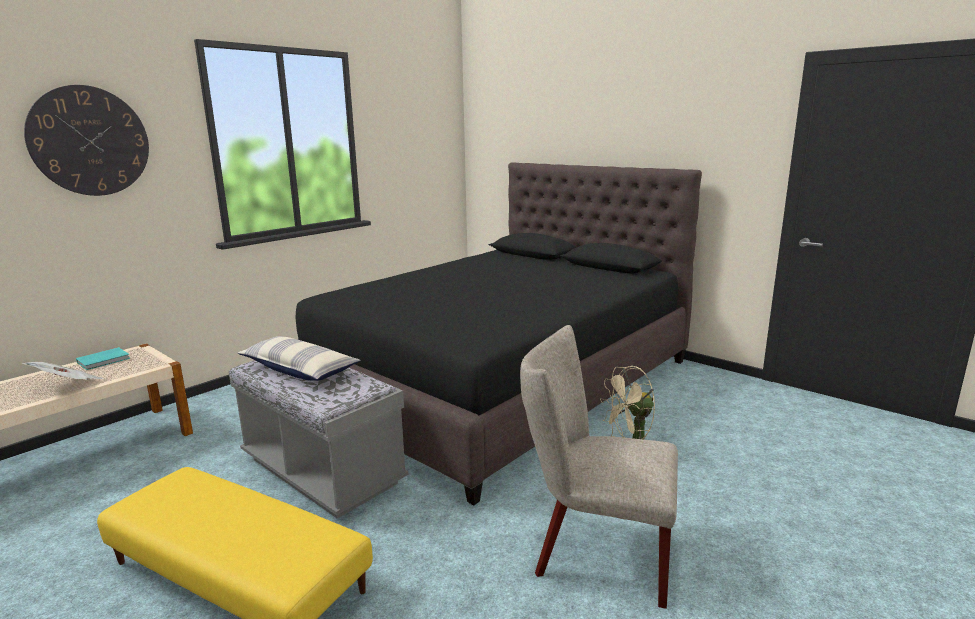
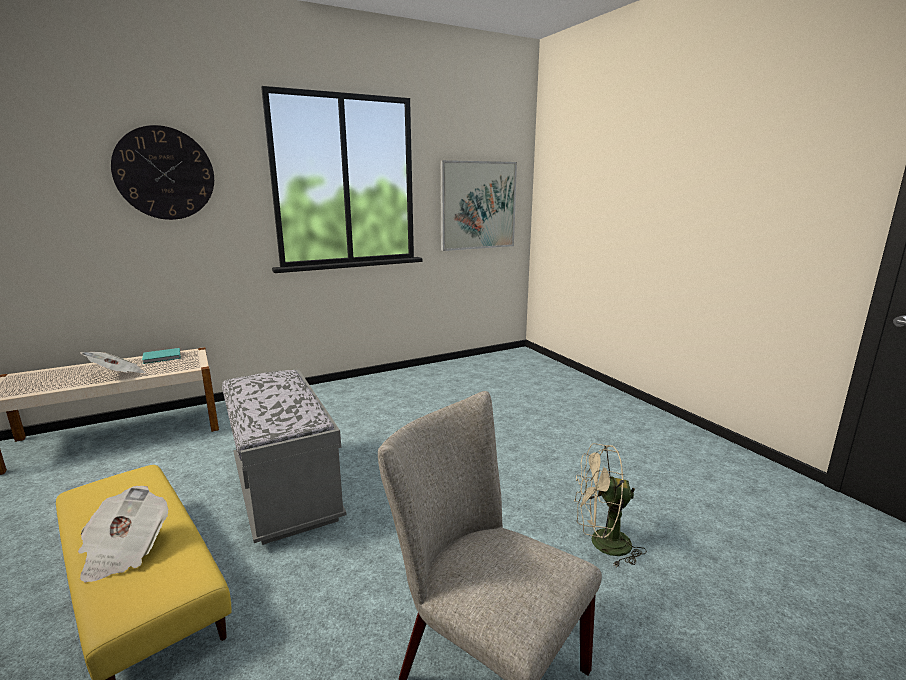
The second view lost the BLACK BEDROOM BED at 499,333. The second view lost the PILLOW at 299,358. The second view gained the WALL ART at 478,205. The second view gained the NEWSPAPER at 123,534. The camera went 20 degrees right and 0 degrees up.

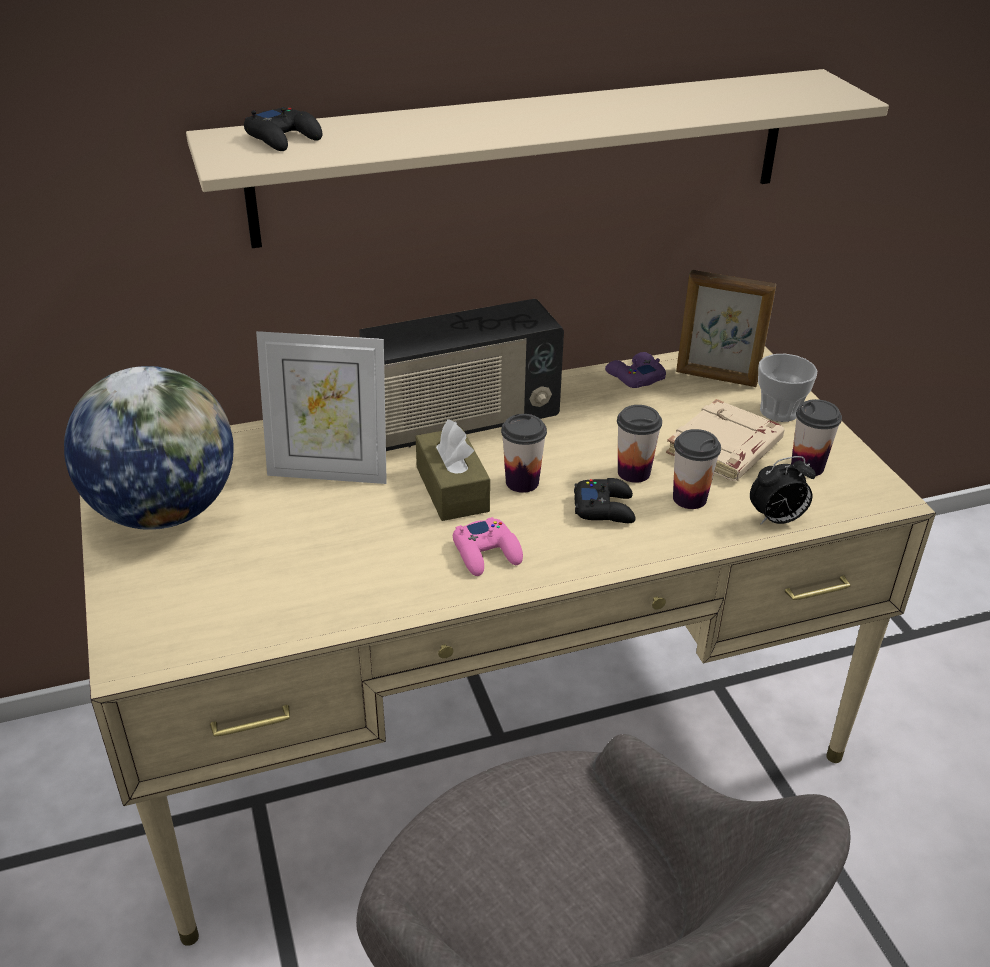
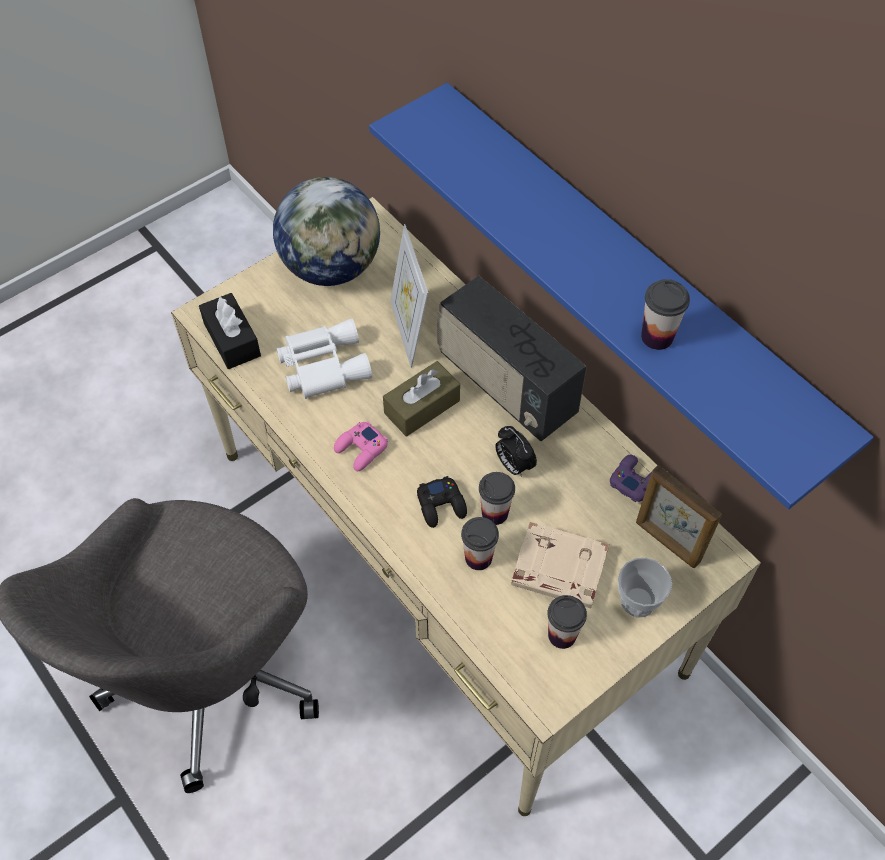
What was the BEIGE-COLOURED SHELF at 537,158 turned into the BLUE-COLOURED SHELF at 621,296. The second view lost the BLACK GAME CONTROLLER at 283,129. The PHOTO FRAME at 726,328 ended up facing another way, 45 degrees counterclockwise from before. The SMALL CUP ended up elsewhere, having gone from 524,453 to 665,314. The ALARM CLOCK ended up elsewhere, having gone from 783,490 to 516,451. The second view gained the BLACK TISSUE HOLDER at 230,331. The second view gained the WHITE PAIR OF BINOCULARS at 324,358. The camera went 70 degrees right and 20 degrees up.

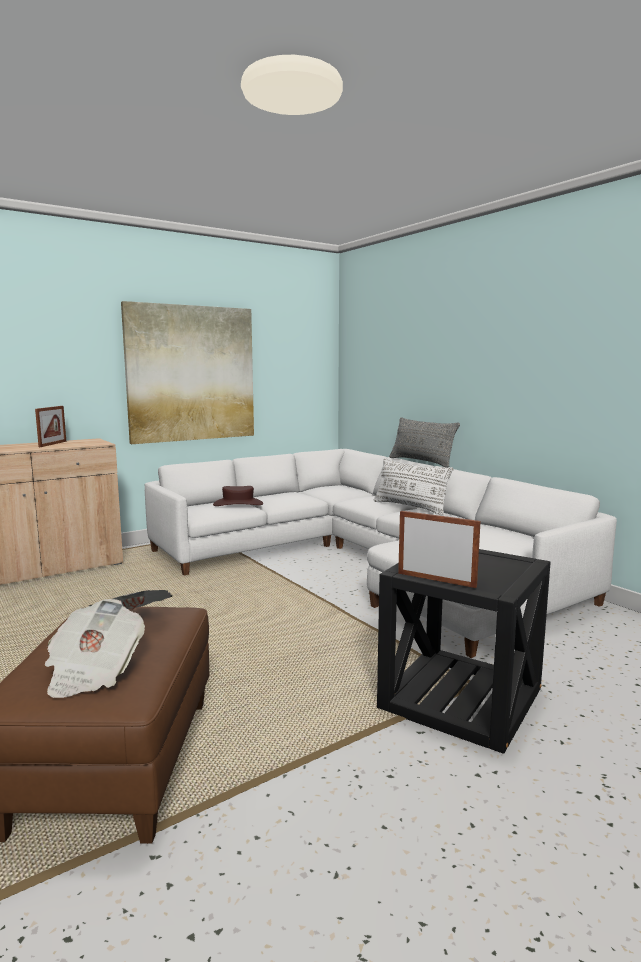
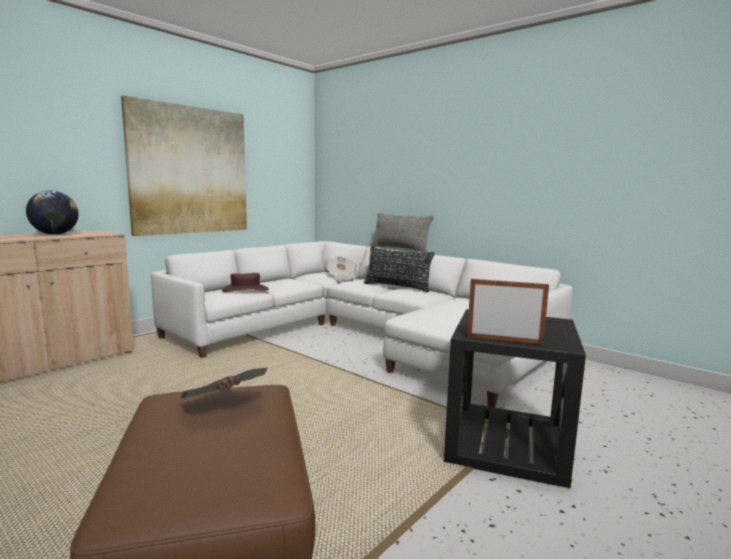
Where the PHOTO FRAME stood at 50,426, the DESK GLOBE came to stand at 52,212. What was the WHITE PILLOW at 413,486 turned into the BLACK PILLOW at 399,269. The NEWSPAPER ended up elsewhere, having gone from 94,648 to 341,269. The camera went 15 degrees left and 0 degrees up.

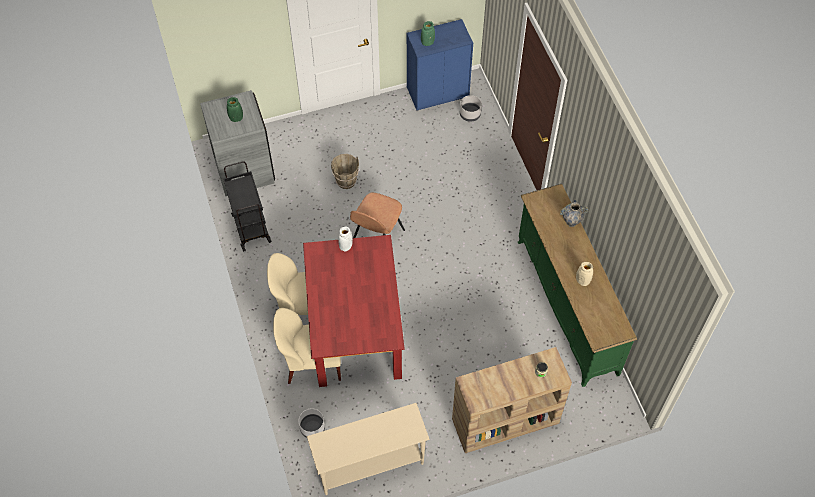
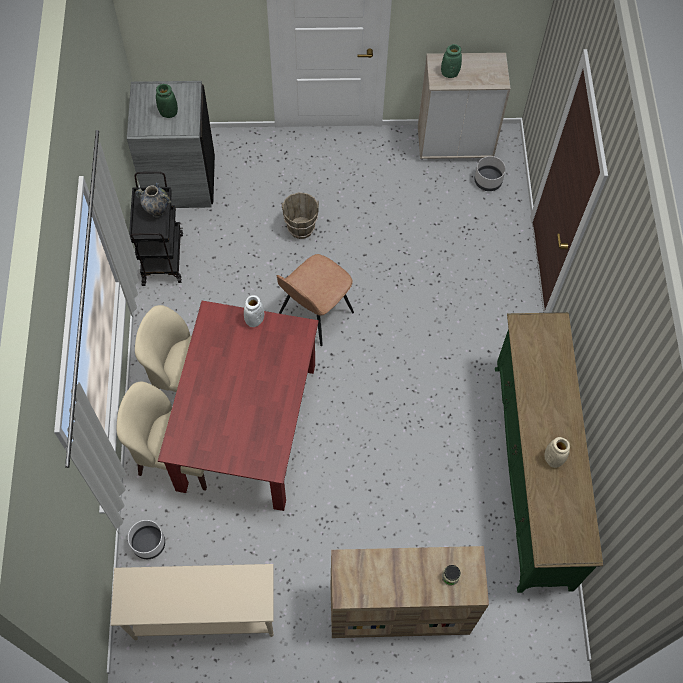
What was the BLUE-COLOURED CUPBOARD at 440,64 turned into the BEIGE-COLOURED CUPBOARD at 464,106. The FLOWER VASE ended up elsewhere, having gone from 574,213 to 153,200. The camera went 15 degrees right and 5 degrees up.

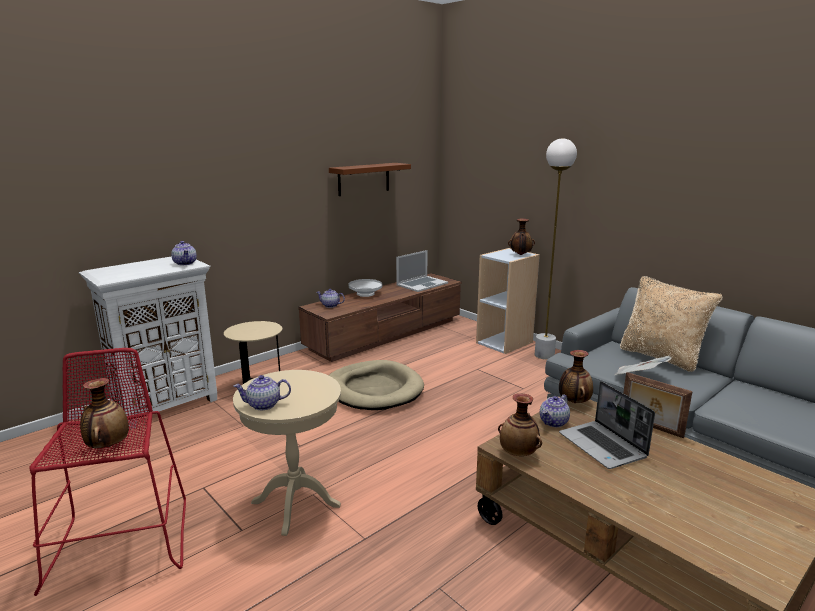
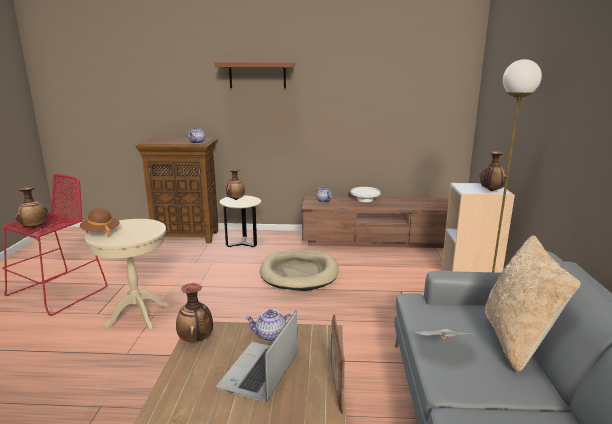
The BROWN-COLOURED SHELF ended up elsewhere, having gone from 370,179 to 255,75. The second view lost the PORTABLE COMPUTER at 422,271. What was the WHITE CUPBOARD at 148,342 turned into the BROWN-COLOURED CUPBOARD at 176,190. The FLOWER VASE ended up elsewhere, having gone from 576,376 to 235,184. Where the TEA POT stood at 262,392, the BROWN-COLOURED WEARABLE HAT came to stand at 100,222. The camera went 45 degrees right and 0 degrees up.

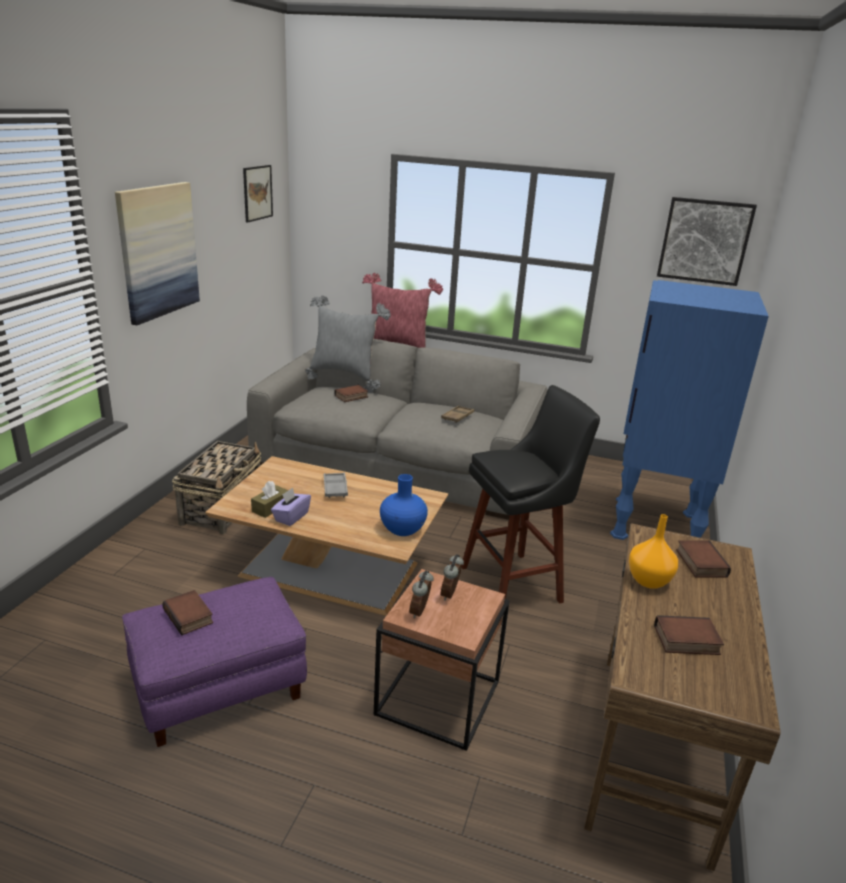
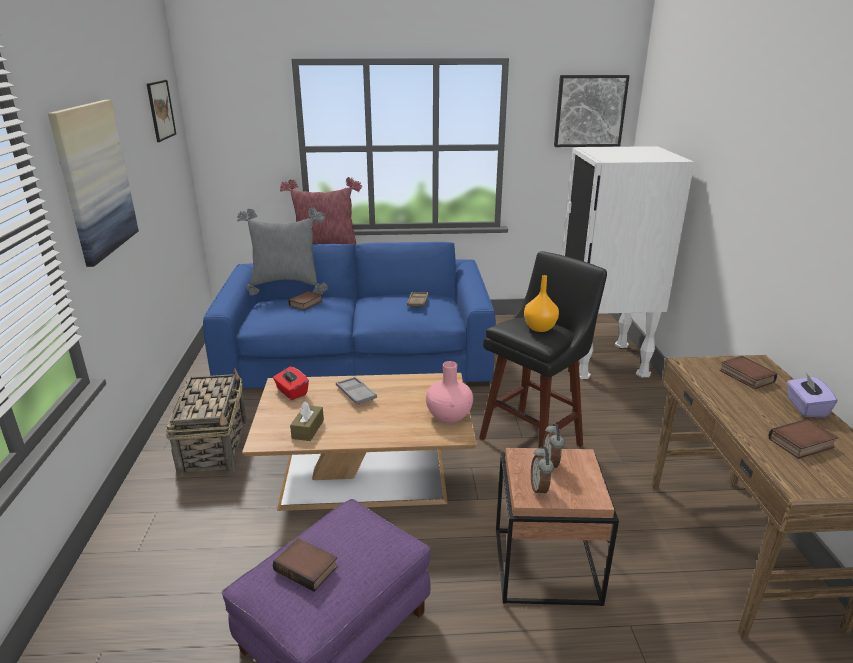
What was the BLUE-COLOURED CUPBOARD at 689,410 turned into the WHITE CUPBOARD at 628,262. What was the GRAY SETTEE at 397,429 turned into the BLUE-COLOURED SETTEE at 349,315. What was the BLUE-COLOURED FLOWER VASE at 404,505 turned into the PINK FLOWER VASE at 449,392. The PURPLE TISSUE HOLDER ended up elsewhere, having gone from 291,507 to 812,395. The ORANGEY FLOWER VASE ended up elsewhere, having gone from 653,551 to 541,303. The second view gained the REDDISH TISSUE HOLDER at 291,383. The camera went 20 degrees left and 0 degrees up.

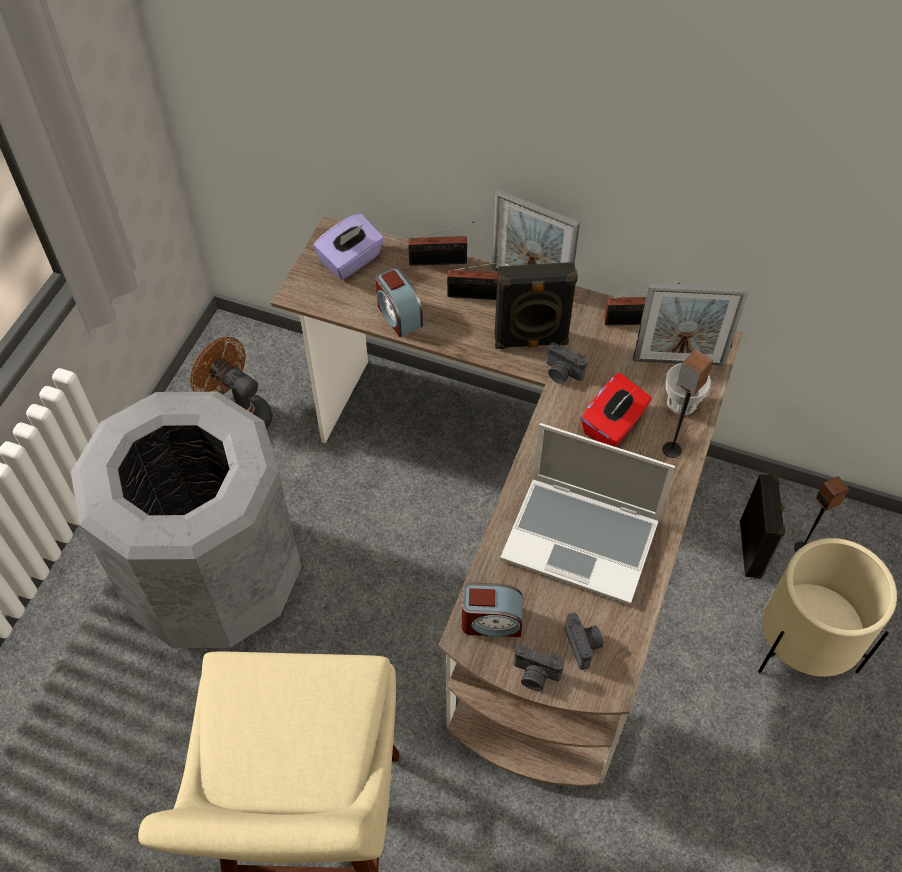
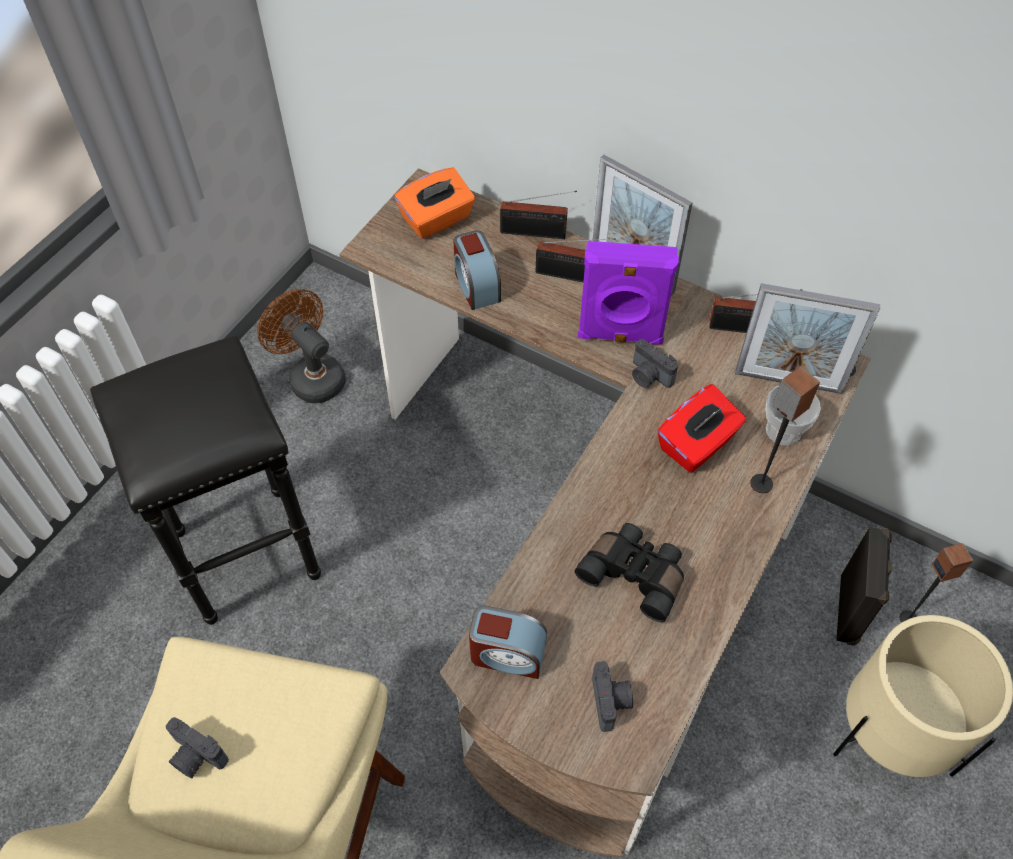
What was the PURPLE TISSUE HOLDER at 348,246 turned into the ORANGEY TISSUE HOLDER at 434,203. What was the BLACK AUDIO SPEAKER at 536,305 turned into the PURPLE AUDIO SPEAKER at 628,293. Where the GRAY RUBBISH BIN stood at 186,520, the BLACK STOOL SEAT came to stand at 205,480. Where the PORTABLE COMPUTER stood at 587,514, the BLACK PAIR OF BINOCULARS came to stand at 629,572. The PHOTO CAMERA ended up elsewhere, having gone from 539,668 to 197,748. The camera went 10 degrees right and 0 degrees up.

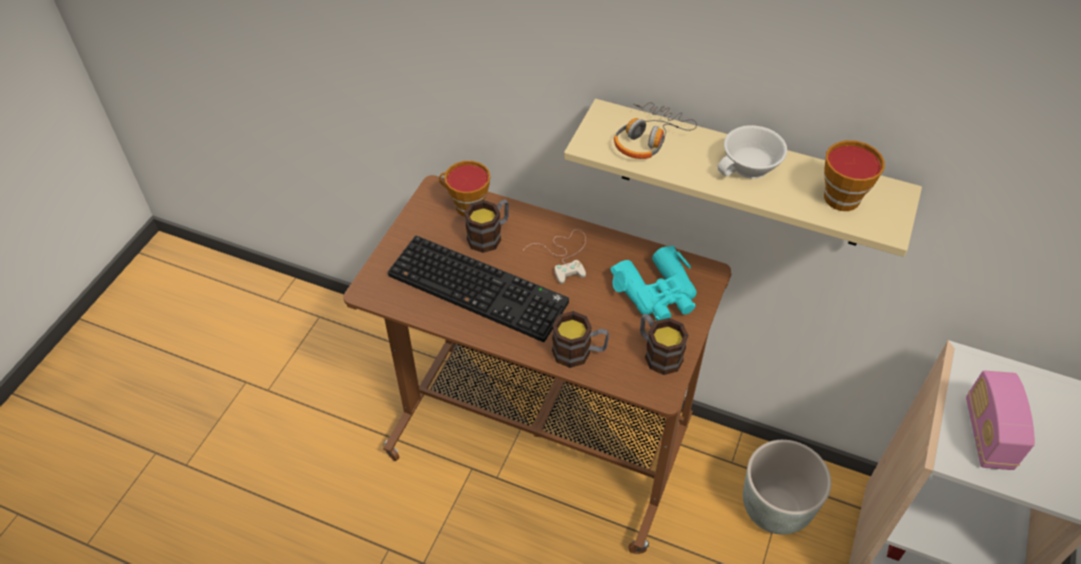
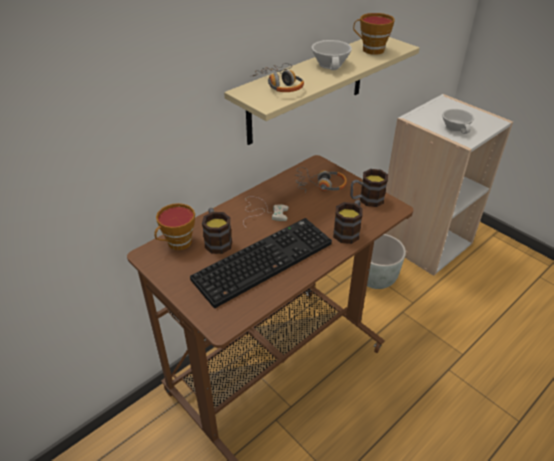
Where the TURQUOISE PAIR OF BINOCULARS stood at 653,283, the PAIR OF HEADPHONES came to stand at 321,180. Where the RADIO SET stood at 1000,420, the WHITE SMALL CUP came to stand at 458,121. The camera went 65 degrees left and 10 degrees down.

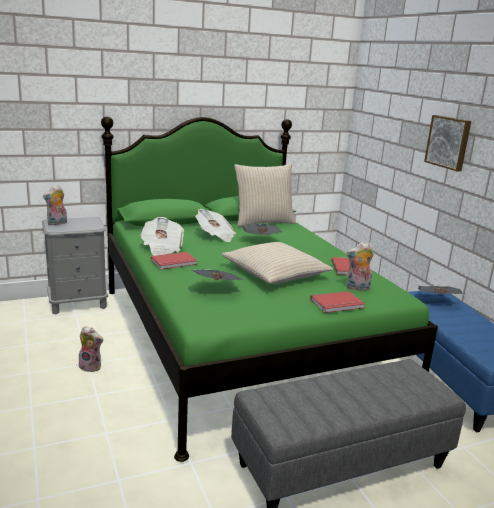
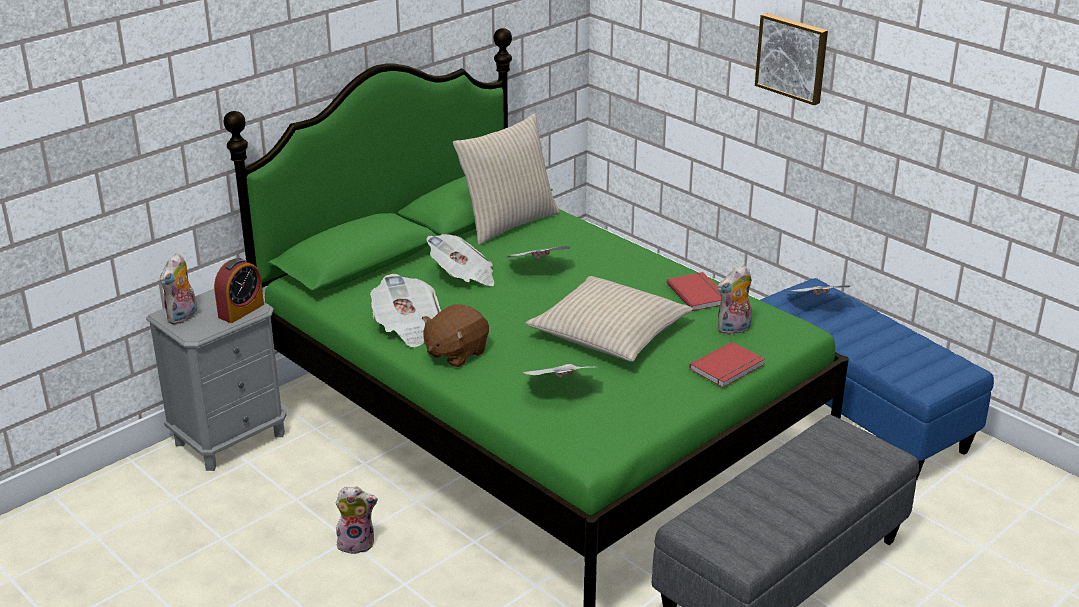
Where the REDDISH VOLUME stood at 174,261, the BROWN-COLOURED SOFT TOY came to stand at 455,336. The second view gained the ALARM CLOCK at 239,290. The camera went 20 degrees left and 10 degrees up.

